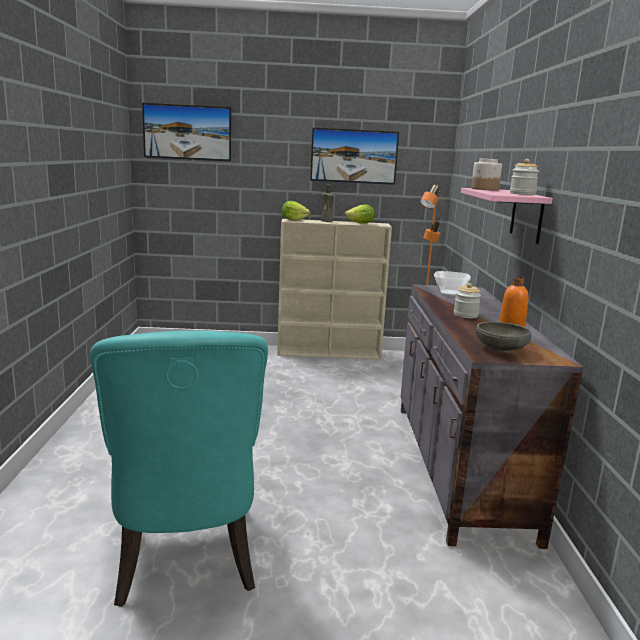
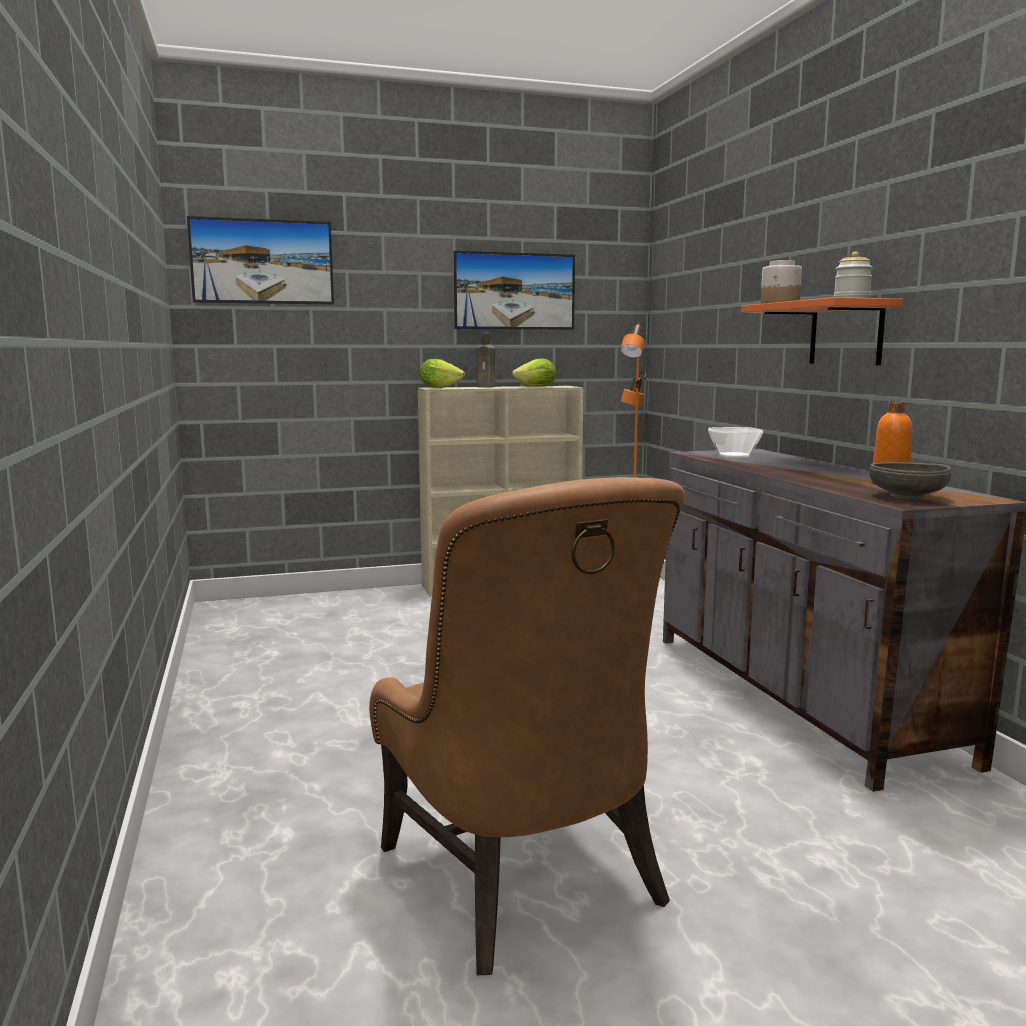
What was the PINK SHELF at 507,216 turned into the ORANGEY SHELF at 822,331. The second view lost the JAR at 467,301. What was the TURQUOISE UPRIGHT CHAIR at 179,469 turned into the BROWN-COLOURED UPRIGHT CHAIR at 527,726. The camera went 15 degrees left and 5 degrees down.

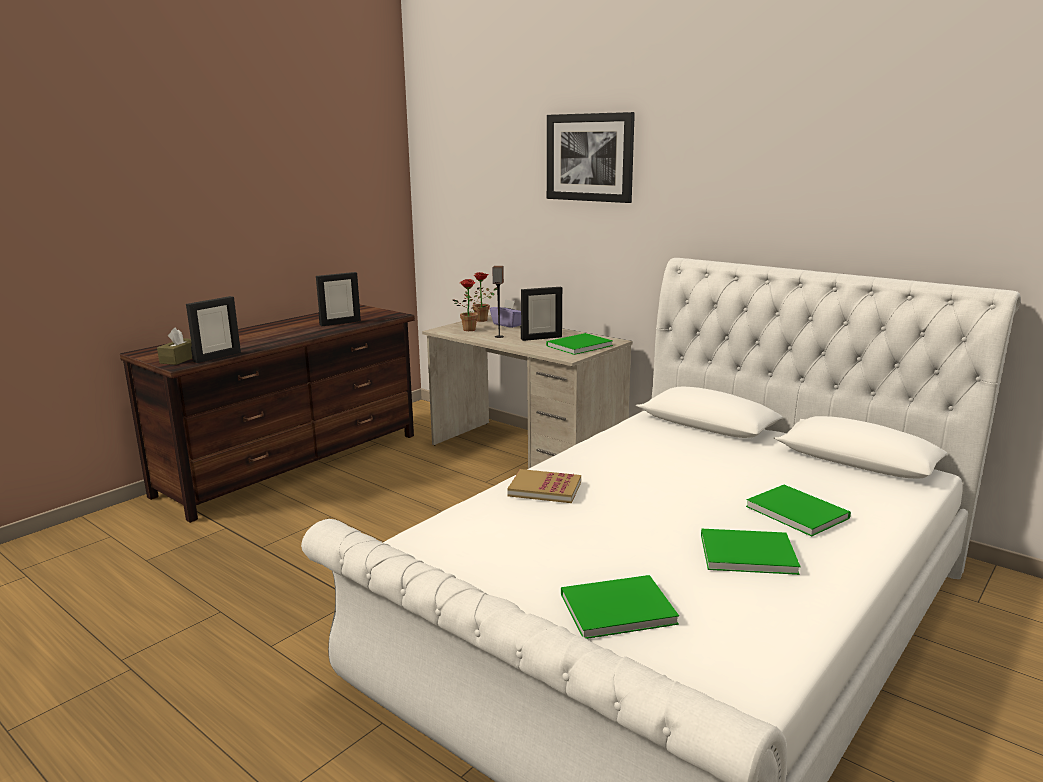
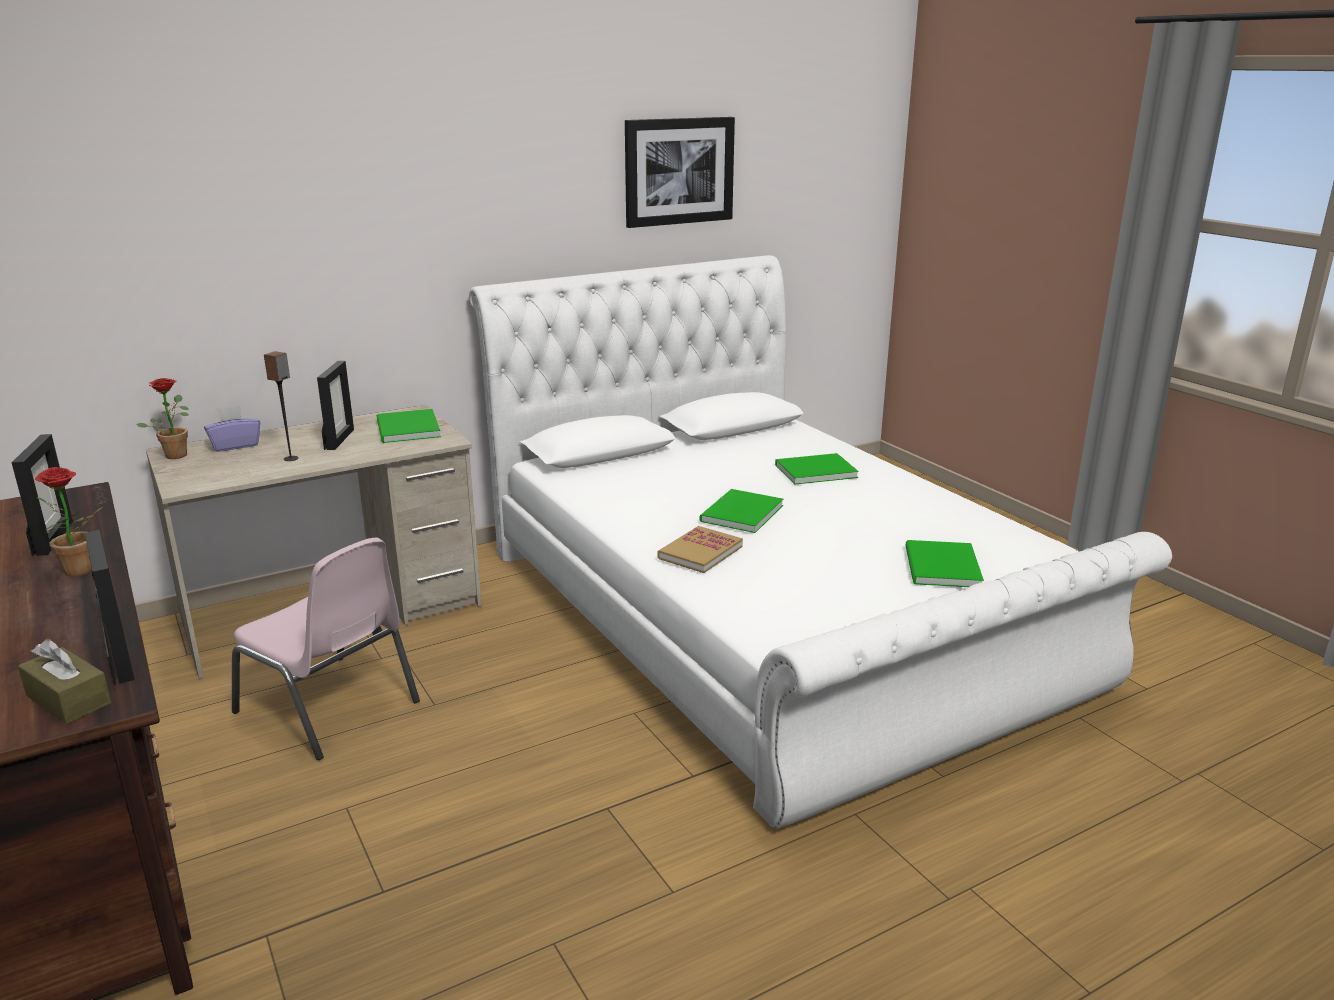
The WALL ART ended up elsewhere, having gone from 591,157 to 680,172. The HOUSEPLANT ended up elsewhere, having gone from 470,305 to 69,522. The GREEN-COLOURED VOLUME ended up elsewhere, having gone from 750,552 to 741,511. The second view gained the PINK UPRIGHT CHAIR at 326,649. The camera went 70 degrees left and 5 degrees up.

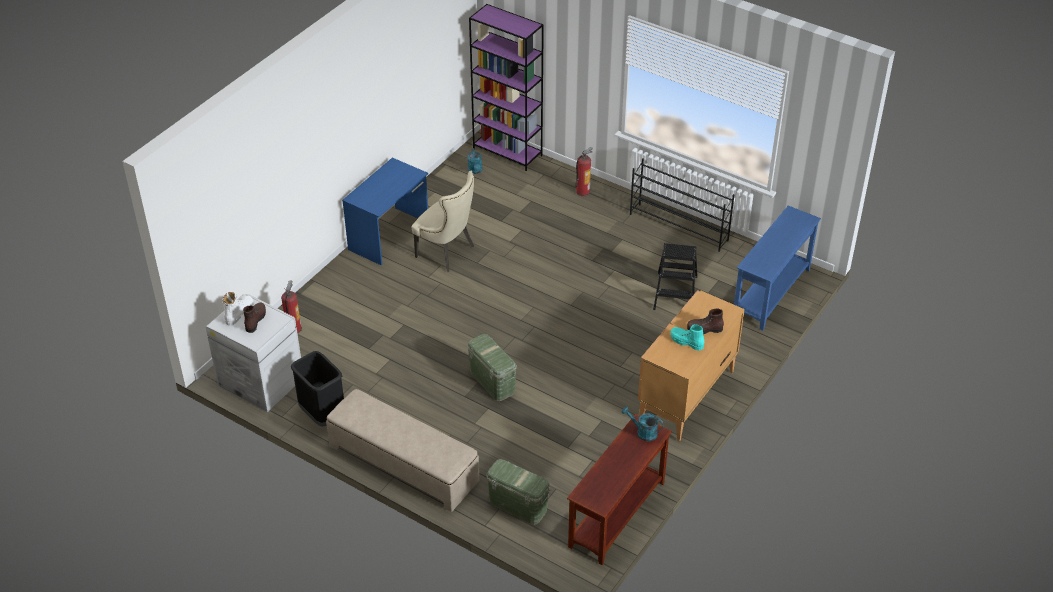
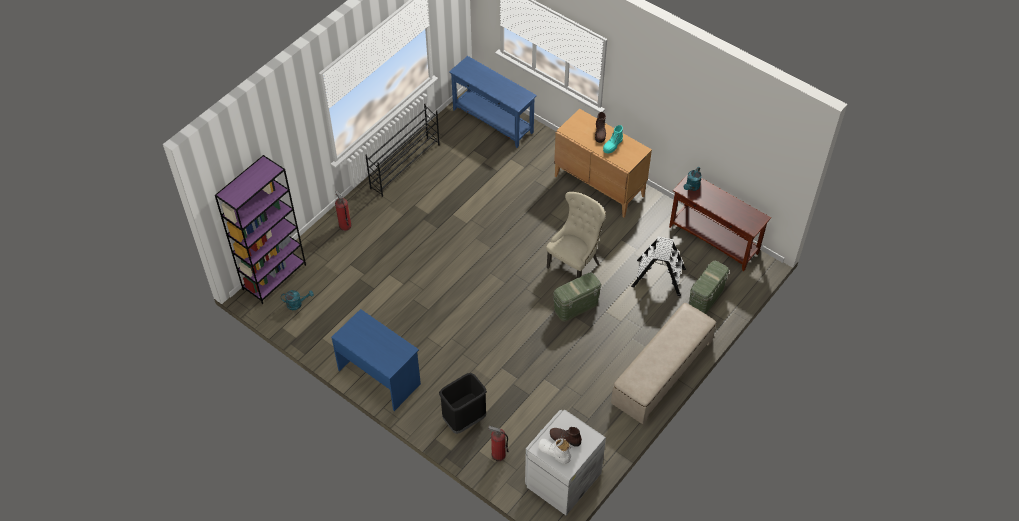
The BEIGE-COLOURED UPRIGHT CHAIR ended up elsewhere, having gone from 443,221 to 576,235. The BLACK STEP LADDER ended up elsewhere, having gone from 675,276 to 658,266. The BLACK RUBBISH BIN ended up elsewhere, having gone from 317,389 to 463,403. The camera went 85 degrees left and 10 degrees up.

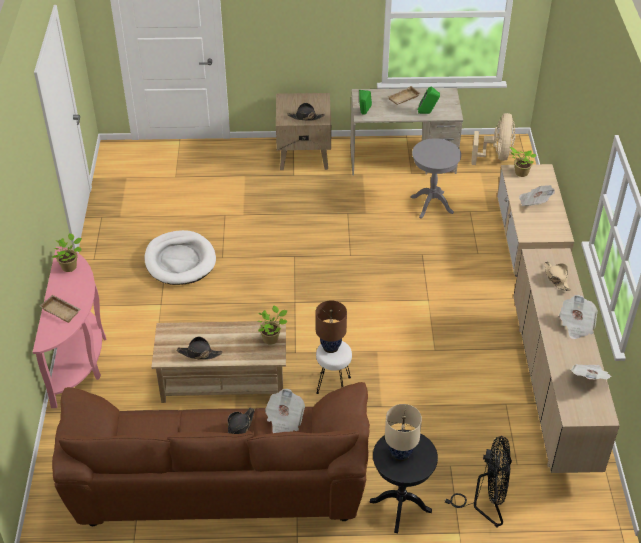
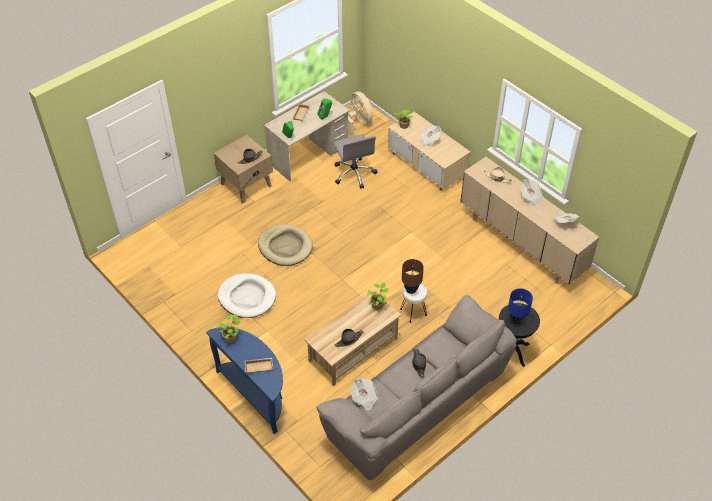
Where the GRAY END TABLE stood at 435,178, the GRAY COMPUTER CHAIR came to stand at 356,161. What was the PINK CONSOLE TABLE at 70,327 turned into the BLUE-COLOURED CONSOLE TABLE at 244,380. What was the BROWN-COLOURED SETTEE at 211,454 turned into the GRAY SETTEE at 416,387. The NEWSPAPER ended up elsewhere, having gone from 285,411 to 364,394. What was the BEIGE-COLOURED LAMP FOR A TABLE at 403,432 turned into the BLUE-COLOURED LAMP FOR A TABLE at 520,306. The second view lost the BLACK ELECTRIC FAN at 478,481. The second view gained the BEIGE-COLOURED PET BED at 285,245. The camera went 40 degrees left and 5 degrees up.

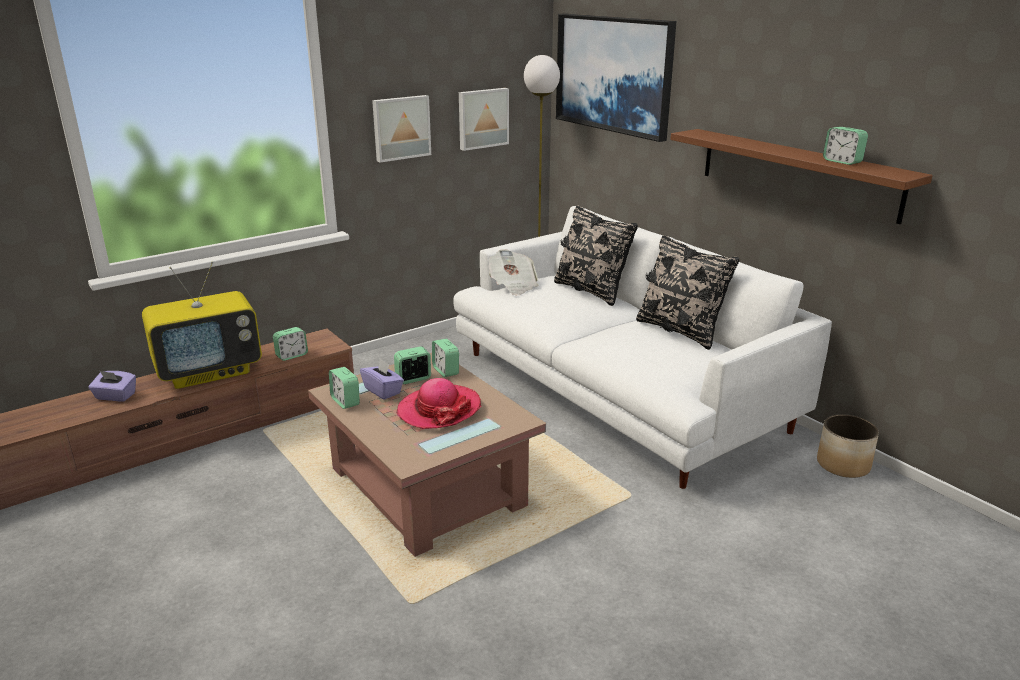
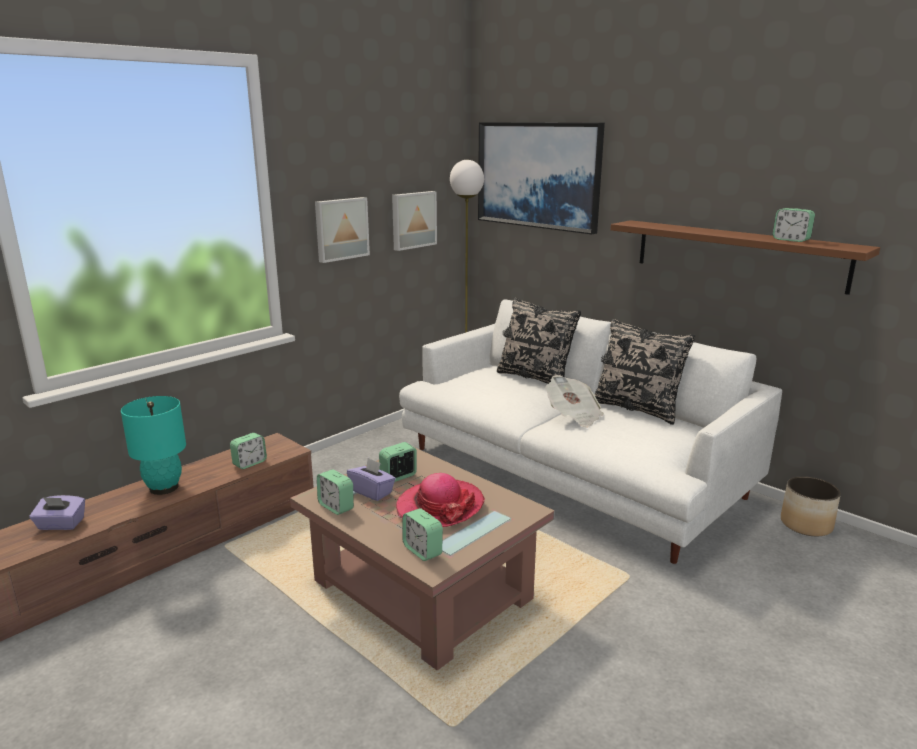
The NEWSPAPER ended up elsewhere, having gone from 513,272 to 574,401. Where the TV SET stood at 202,325, the TURQUOISE LAMP FOR A TABLE came to stand at 153,445. The ALARM CLOCK ended up elsewhere, having gone from 445,358 to 423,534. The camera went 10 degrees left and 5 degrees down.

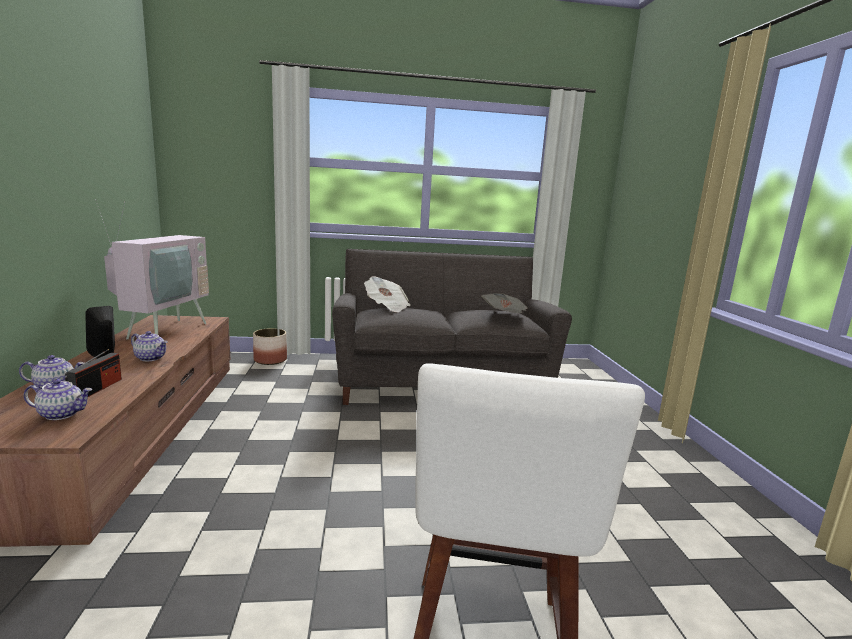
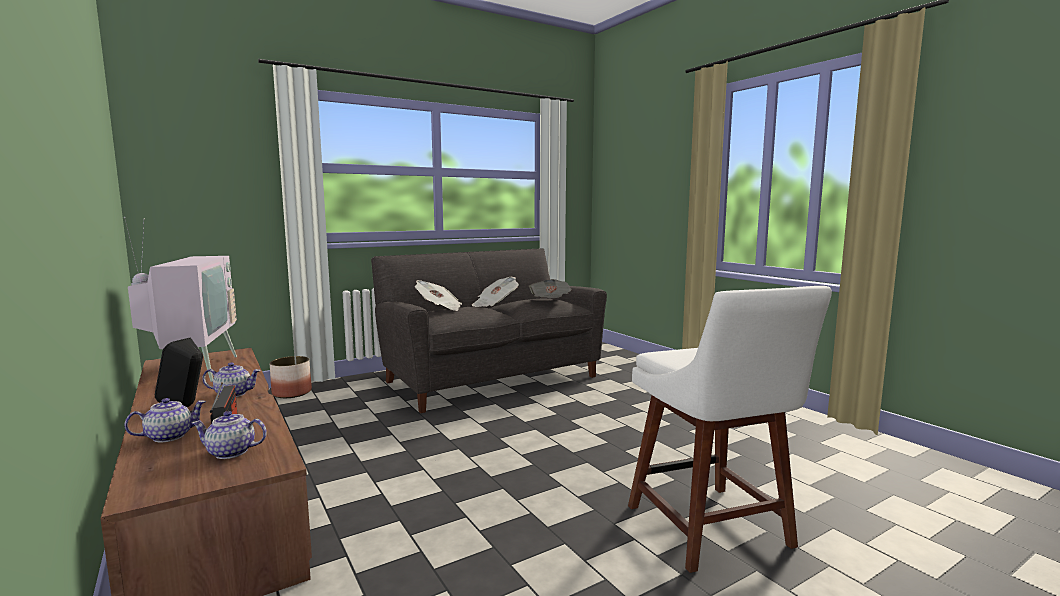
The TEA POT at 58,399 ended up facing another way, 150 degrees counterclockwise from before. The second view gained the NEWSPAPER at 495,292. The camera went 25 degrees left and 5 degrees down.

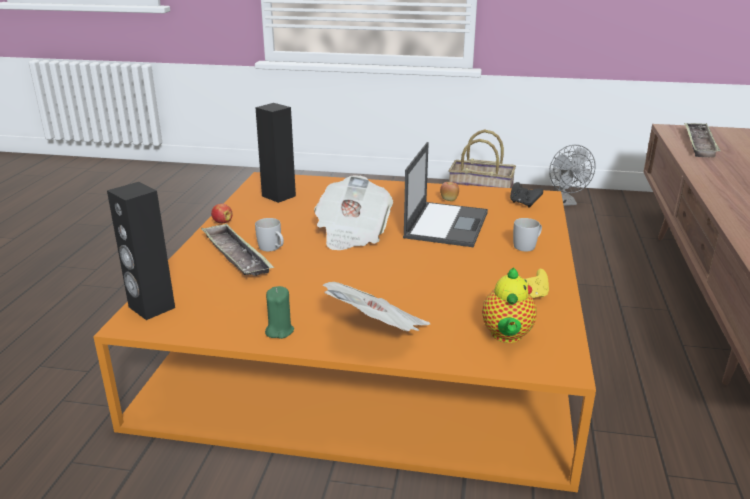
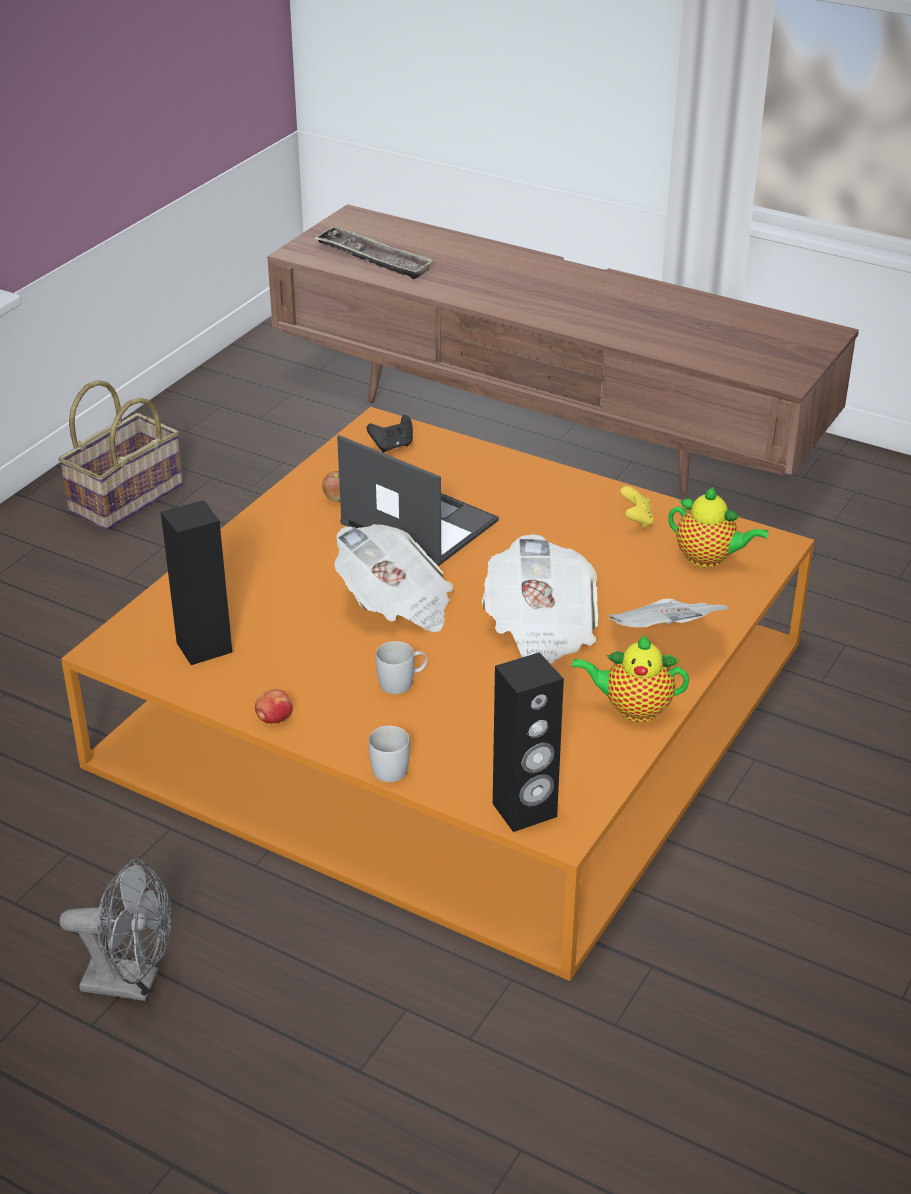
The GRAY ELECTRIC FAN ended up elsewhere, having gone from 572,175 to 116,930. The WHITE COFFEE MUG ended up elsewhere, having gone from 527,234 to 389,754. The second view lost the TRAY at 237,249. Where the GREEN-COLOURED WAX CANDLE stood at 279,312, the TEA POT came to stand at 630,678. The second view gained the NEWSPAPER at 539,598. The camera went 70 degrees left and 10 degrees up.

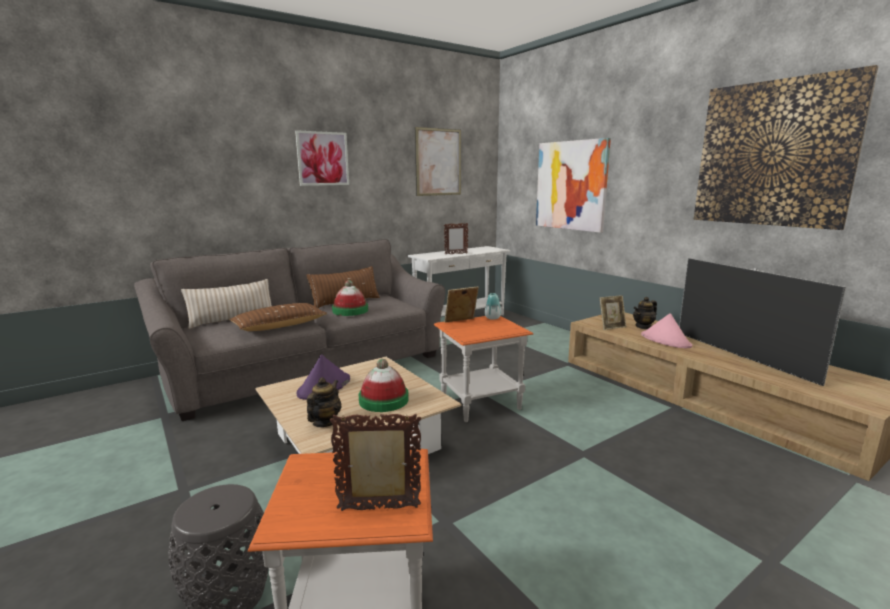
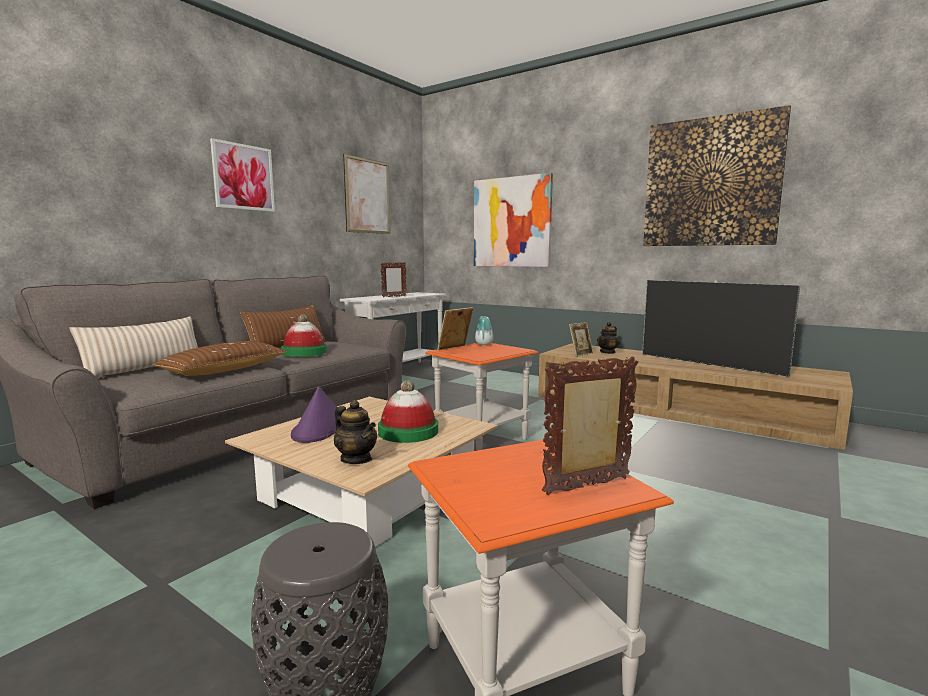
The second view lost the PINK WEARABLE HAT at 666,330. The TEA POT at 324,402 ended up facing another way, 135 degrees clockwise from before. The camera went 20 degrees left and 5 degrees down.

